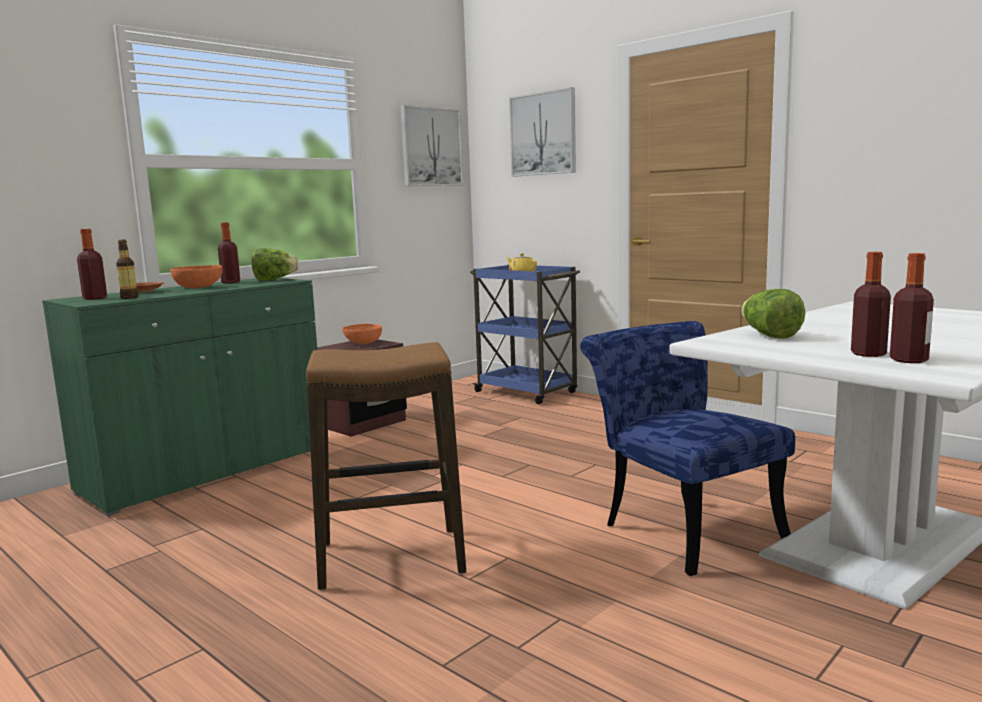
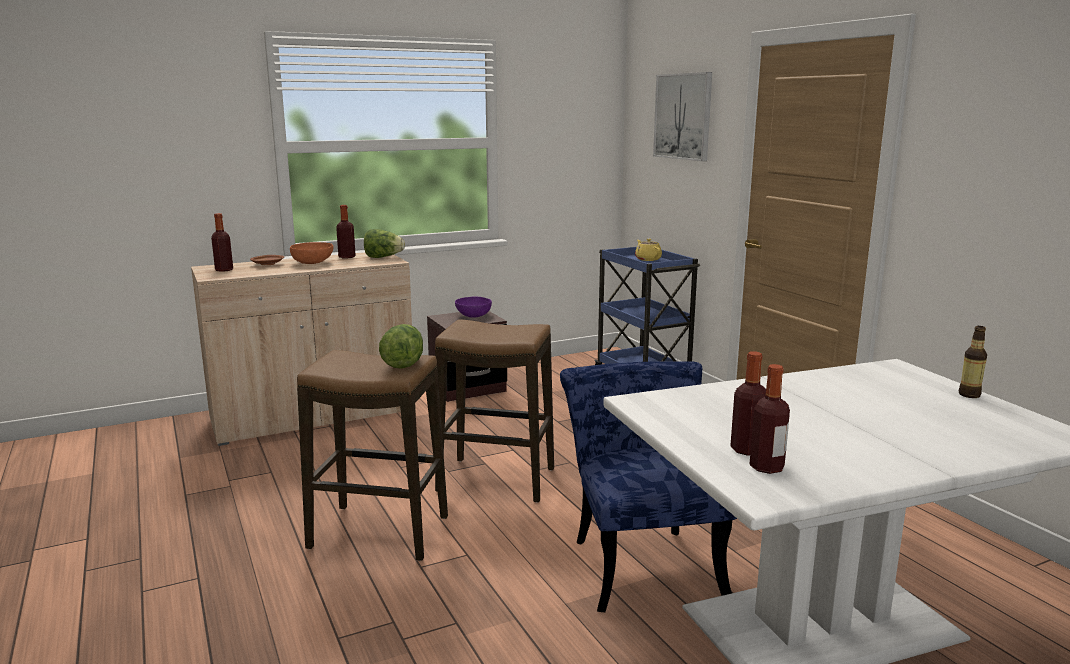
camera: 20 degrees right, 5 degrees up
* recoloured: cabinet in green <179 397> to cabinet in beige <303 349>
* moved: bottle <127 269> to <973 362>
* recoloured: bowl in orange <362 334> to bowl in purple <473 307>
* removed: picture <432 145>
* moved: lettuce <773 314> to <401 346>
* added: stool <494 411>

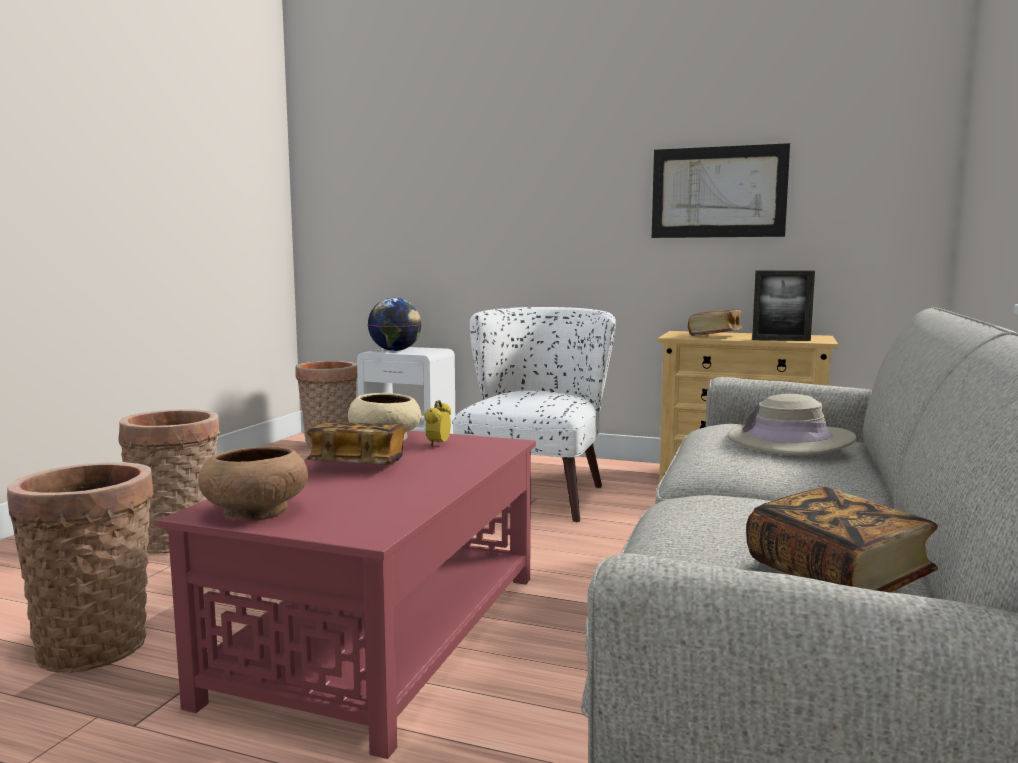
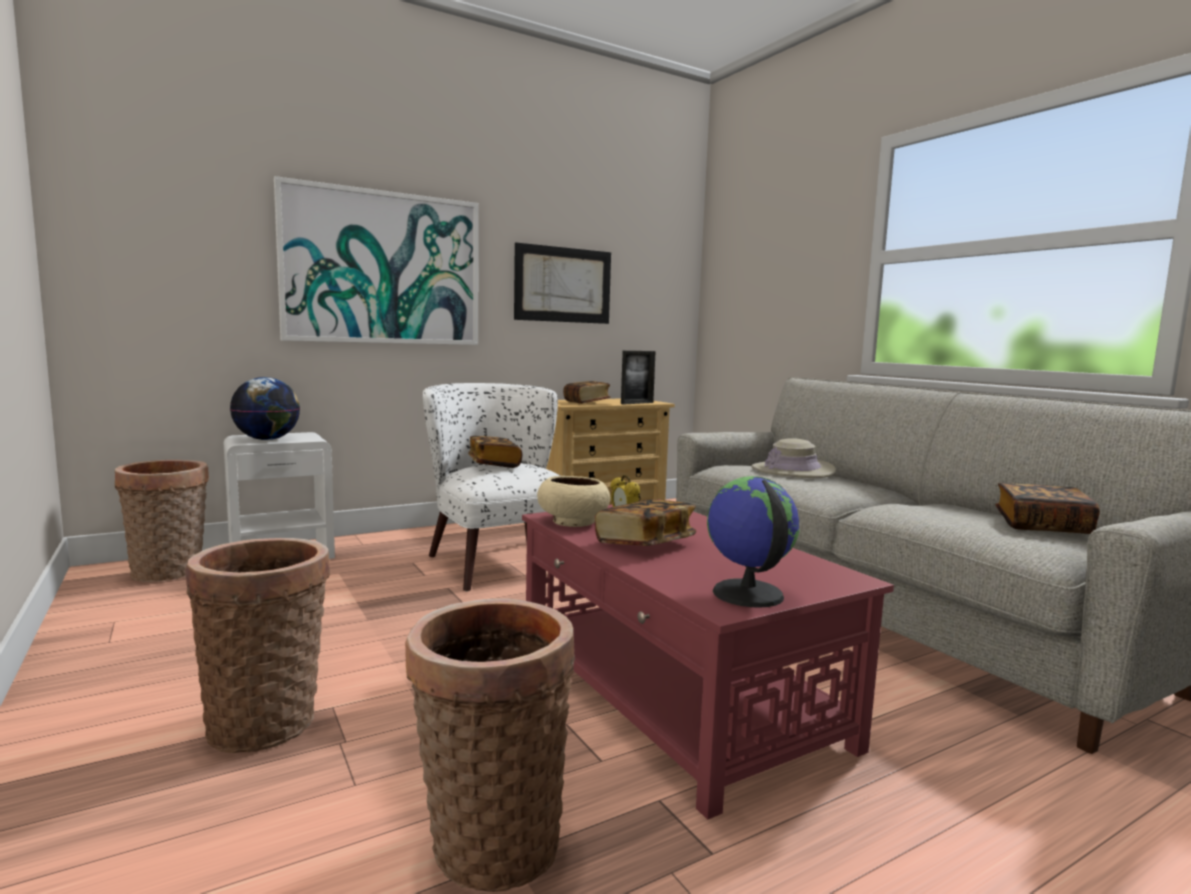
camera: 50 degrees left, 0 degrees up
* replaced: bowl in brown <253 484> to globe <753 542>
* added: picture <376 260>
* added: book <495 452>

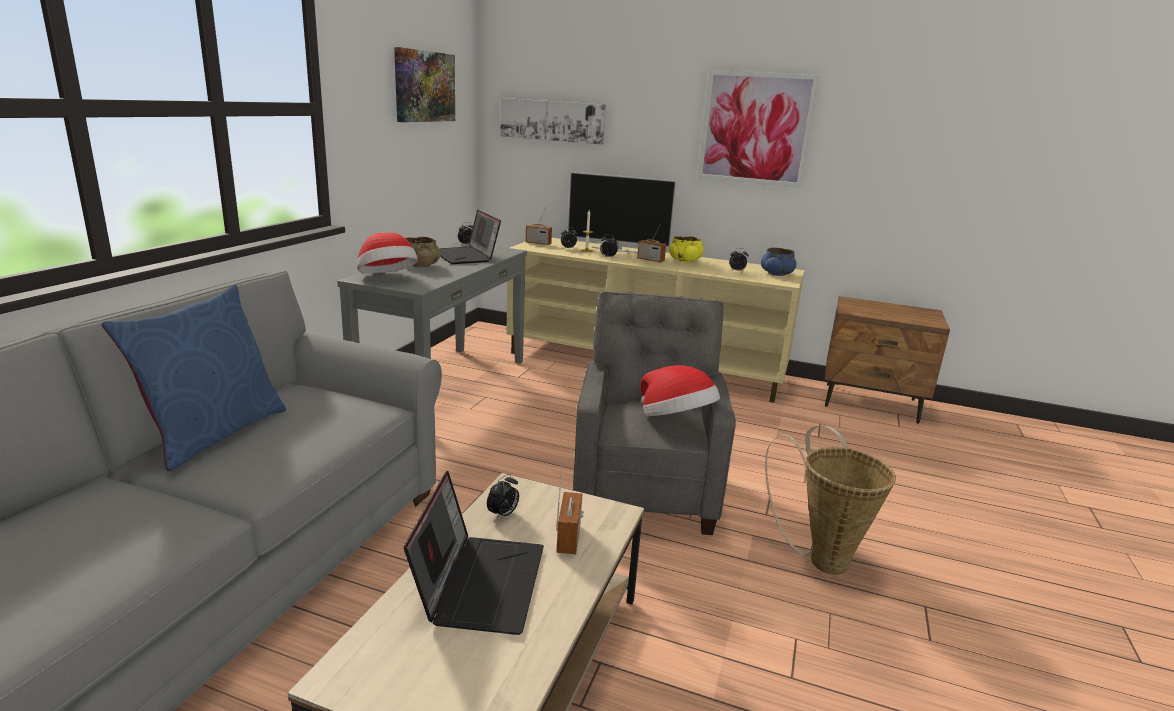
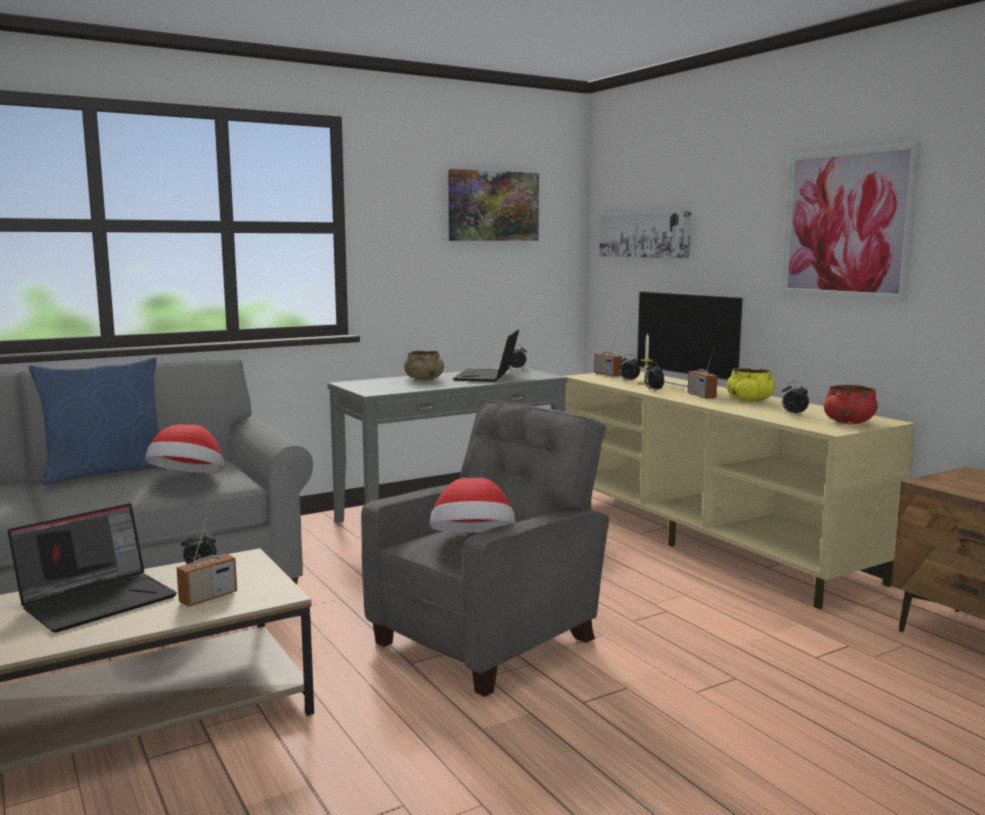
camera: 40 degrees right, 10 degrees down
* moved: hat <387 252> to <184 448>
* recoloured: bowl in blue <778 262> to bowl in red <851 404>
* removed: basket <830 500>

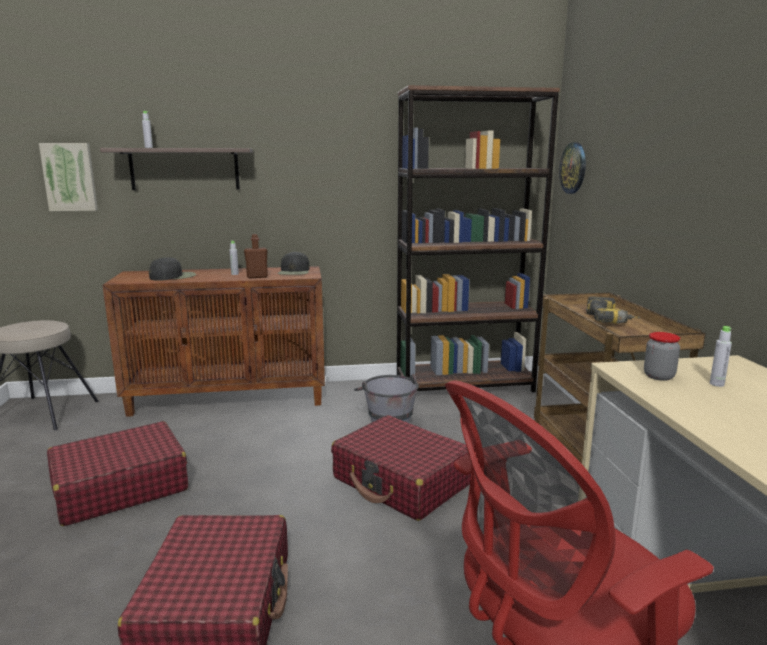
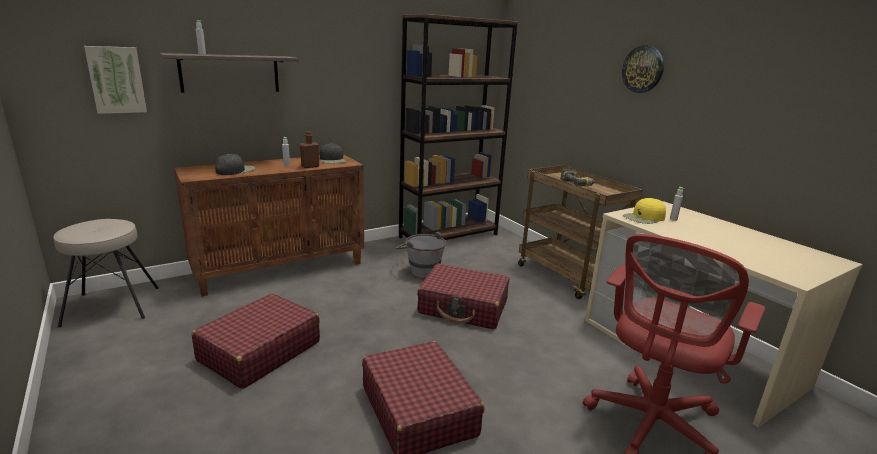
camera: 25 degrees left, 5 degrees up
* moved: wall clock <572 168> to <643 69>
* replaced: jar <662 356> to cap in yellow <644 211>

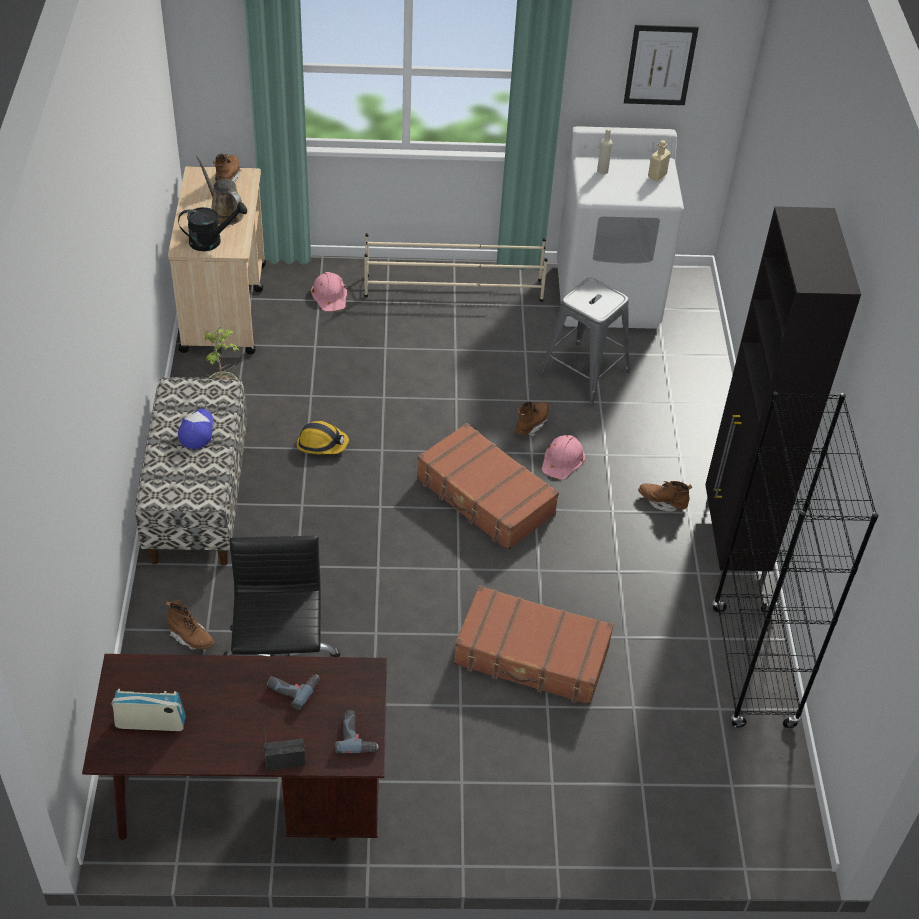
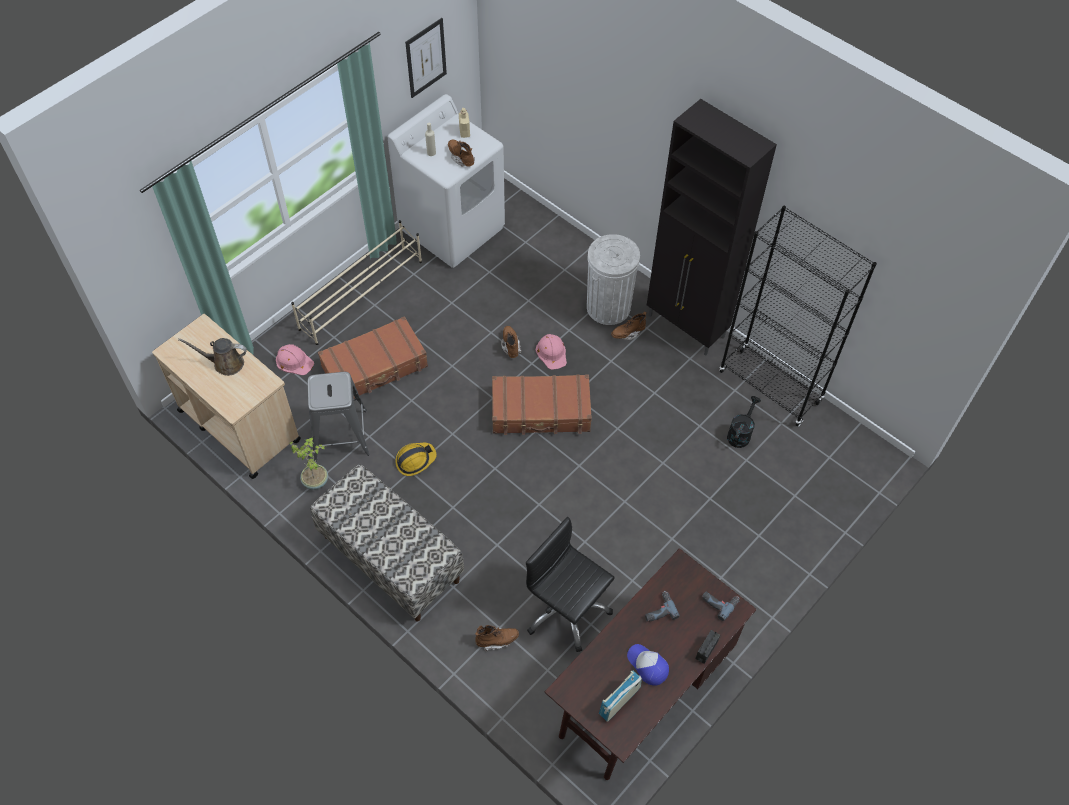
camera: 45 degrees left, 10 degrees up
* moved: watering can in black <212 226> to <744 422>
* moved: cap <196 429> to <648 665>
* moved: boot in brown <227 168> to <461 153>
* moved: suitcase in brown <534 645> to <373 357>
* moved: stool in grey <585 341> to <338 416>
* added: trash can in white <613 279>

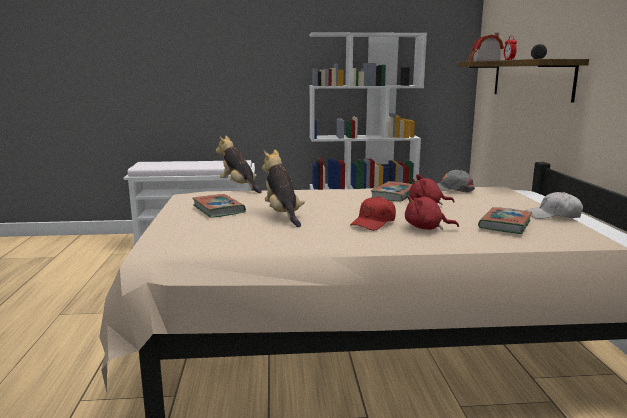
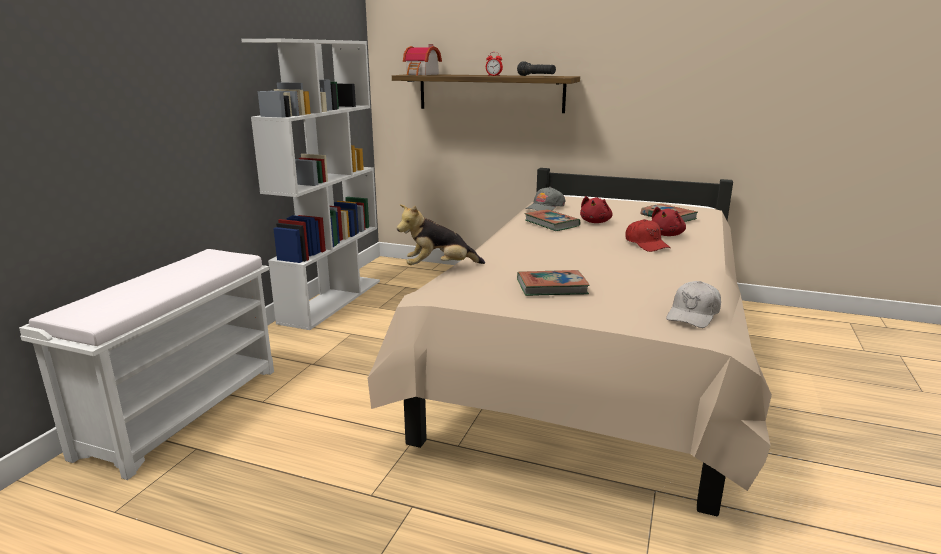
camera: 65 degrees left, 5 degrees up
* removed: plush toy <283 188>
* moved: cap in white <554 205> to <693 304>

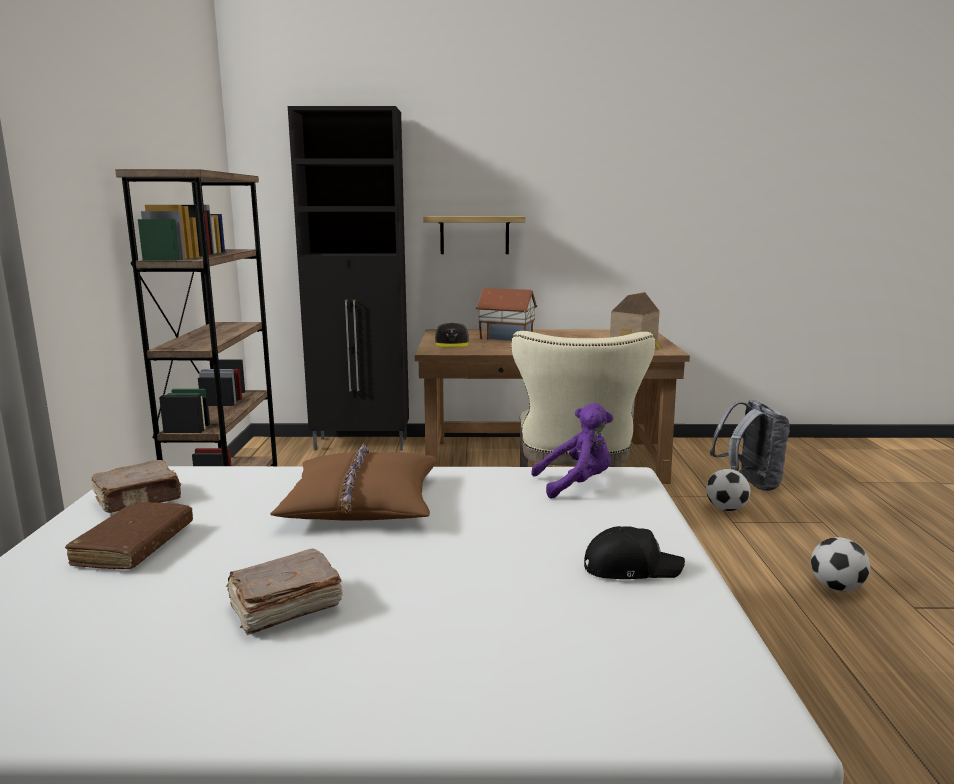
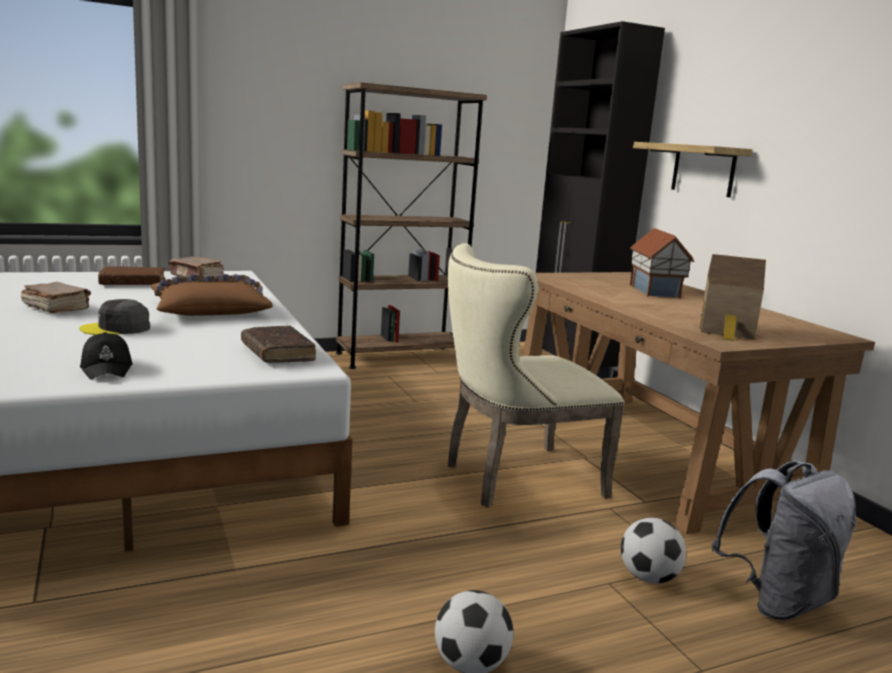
camera: 65 degrees right, 0 degrees up
* moved: cap in grey <452 335> to <114 317>
* replaced: plush toy in purple <572 451> to book in brown <278 344>

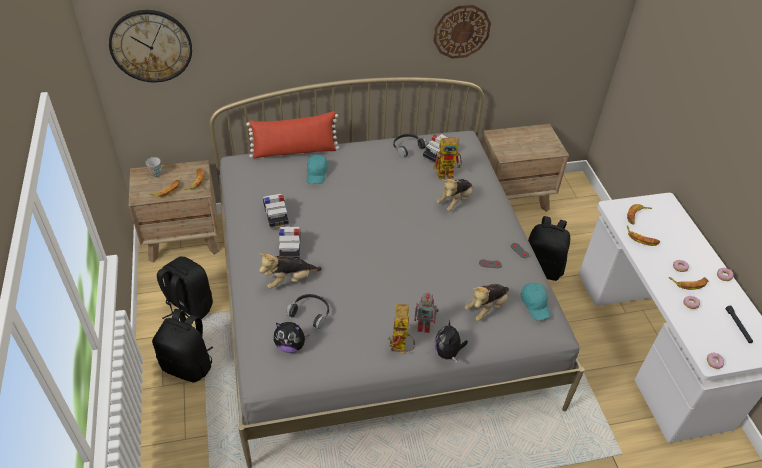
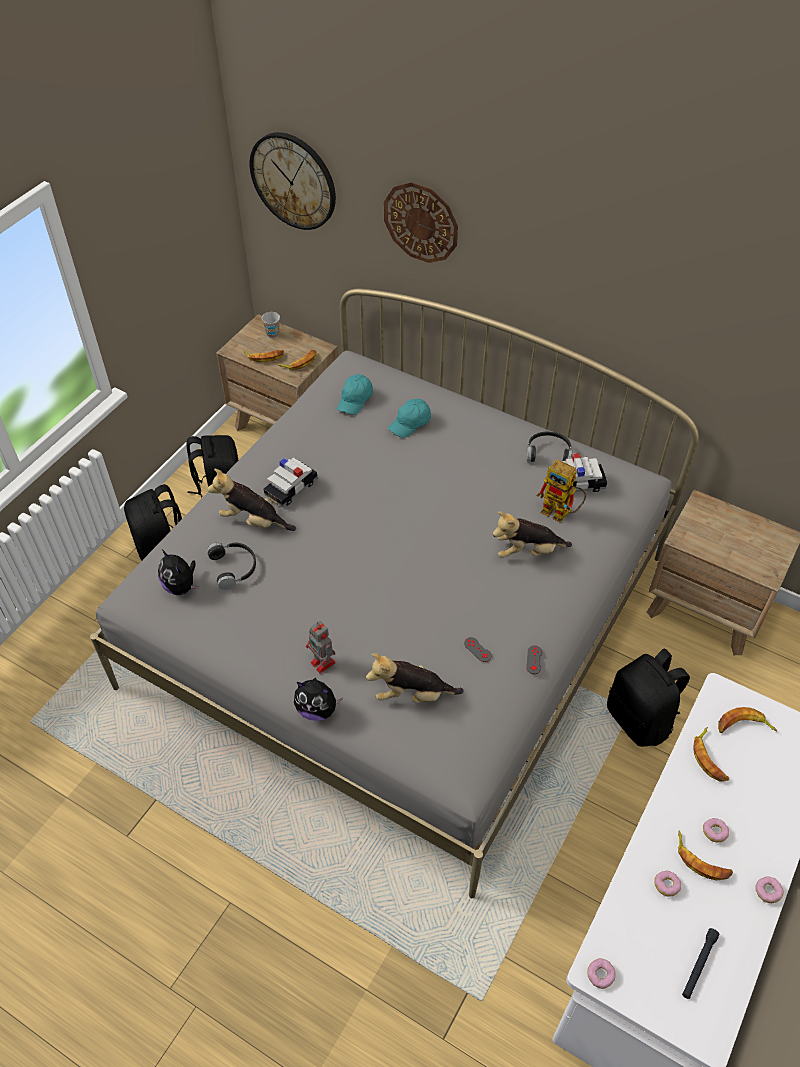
camera: 45 degrees right, 5 degrees up
* removed: pillow in red <292 134>
* removed: toy car <276 211>
* removed: toy robot <401 328>
* moved: wall clock <462 32> to <421 222>
* turned: plush toy <451 341> = <318 699> 120 degrees counterclockwise
* moved: cap in turquoise <536 301> to <355 394>

